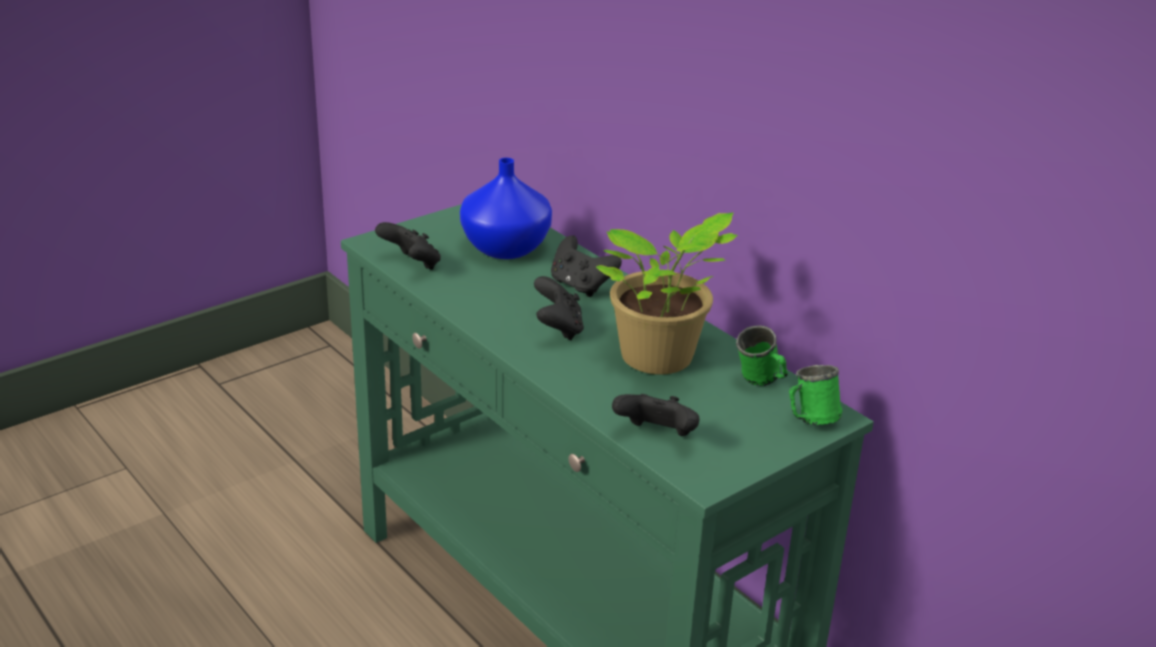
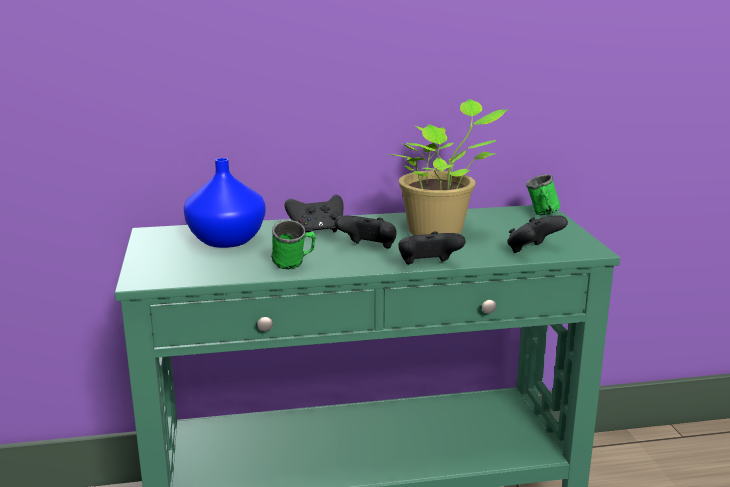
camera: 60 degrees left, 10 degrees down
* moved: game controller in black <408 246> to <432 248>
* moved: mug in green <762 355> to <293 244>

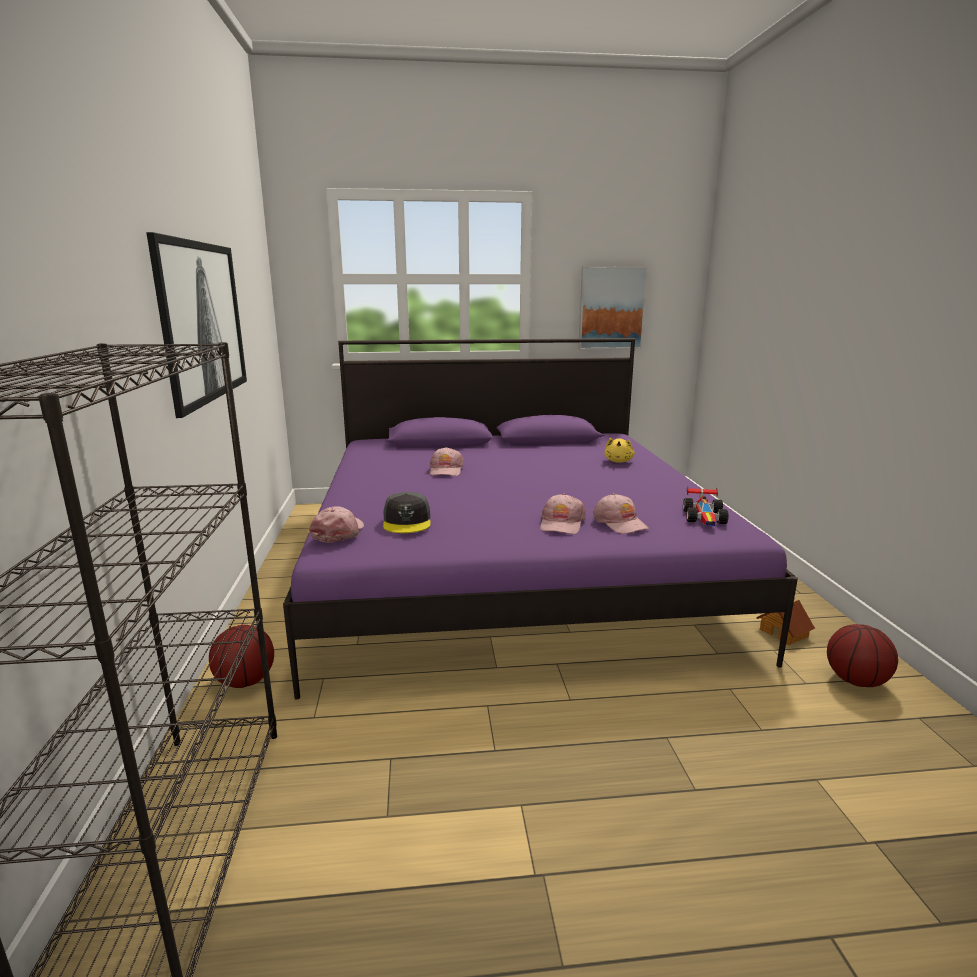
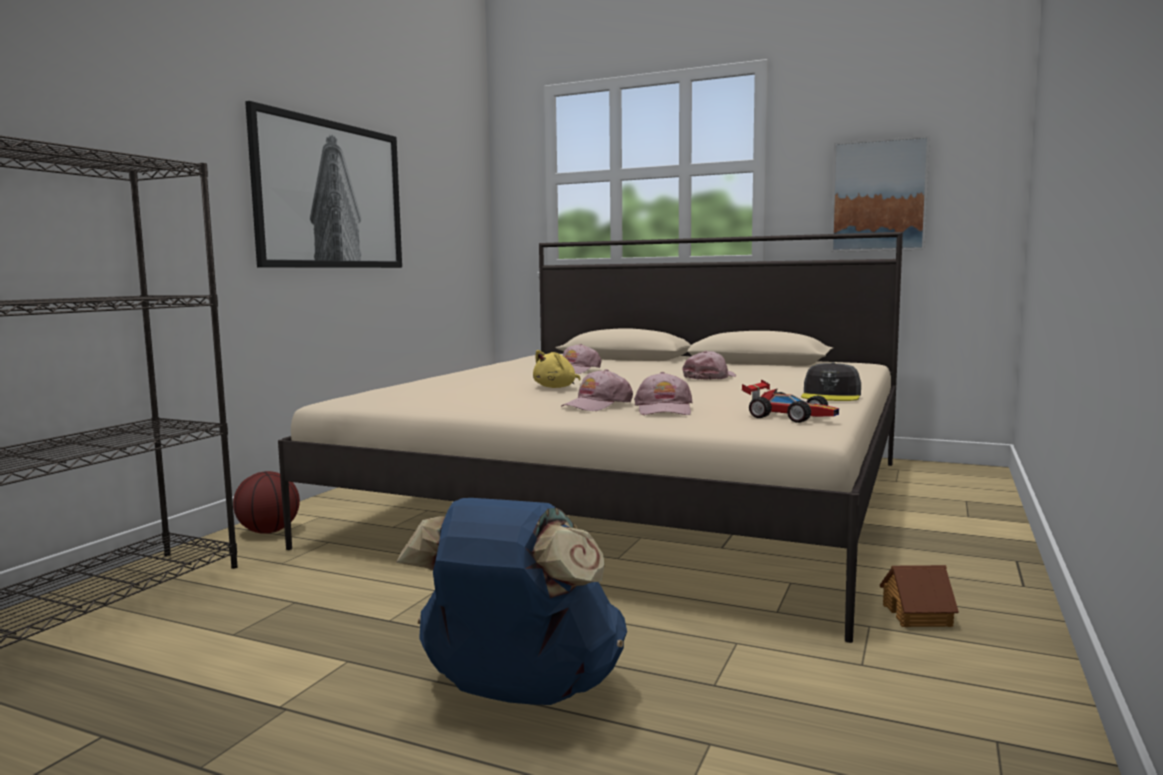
camera: 30 degrees right, 10 degrees down
* recoloured: bed in purple <540 519> to bed in beige <590 437>
* moved: cap in pink <336 524> to <709 365>
* moved: cap in grey <407 512> to <831 381>
* moved: plush toy in yellow <619 450> to <557 369>
* turned: toy car <705 506> = <790 401> 90 degrees counterclockwise
* removed: basketball <862 655>
* added: backpack in blue <511 601>

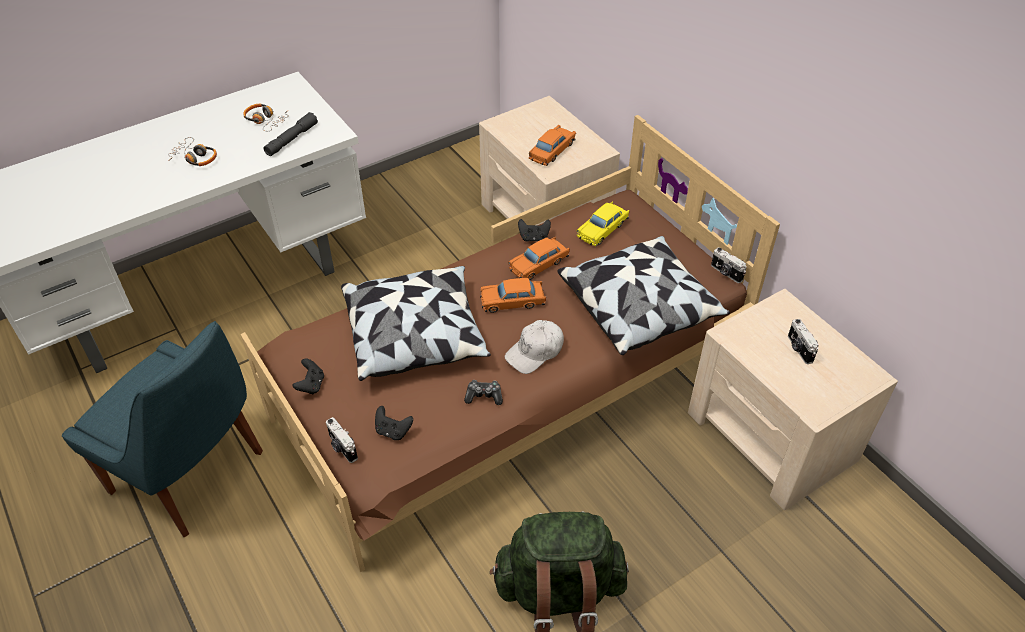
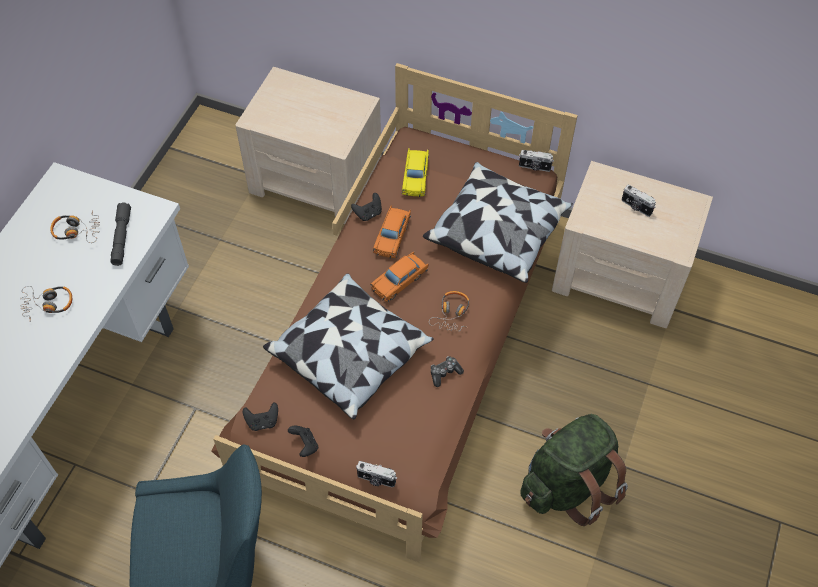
camera: 35 degrees left, 10 degrees up
* moved: game controller in black <394 423> to <260 416>
* replaced: cap in white <534 347> to headphones <449 311>
* removed: toy car in orange <552 145>

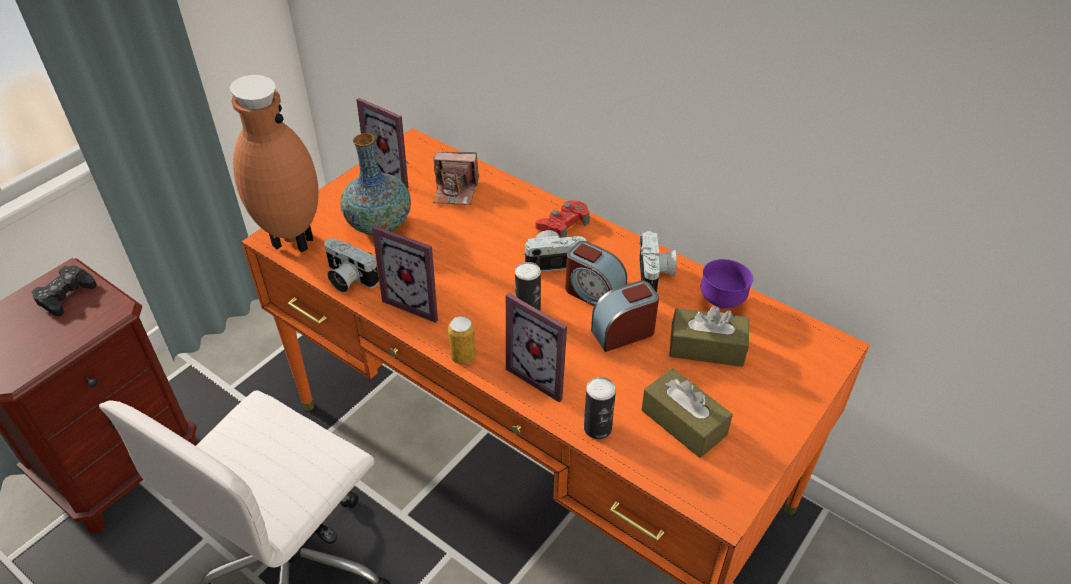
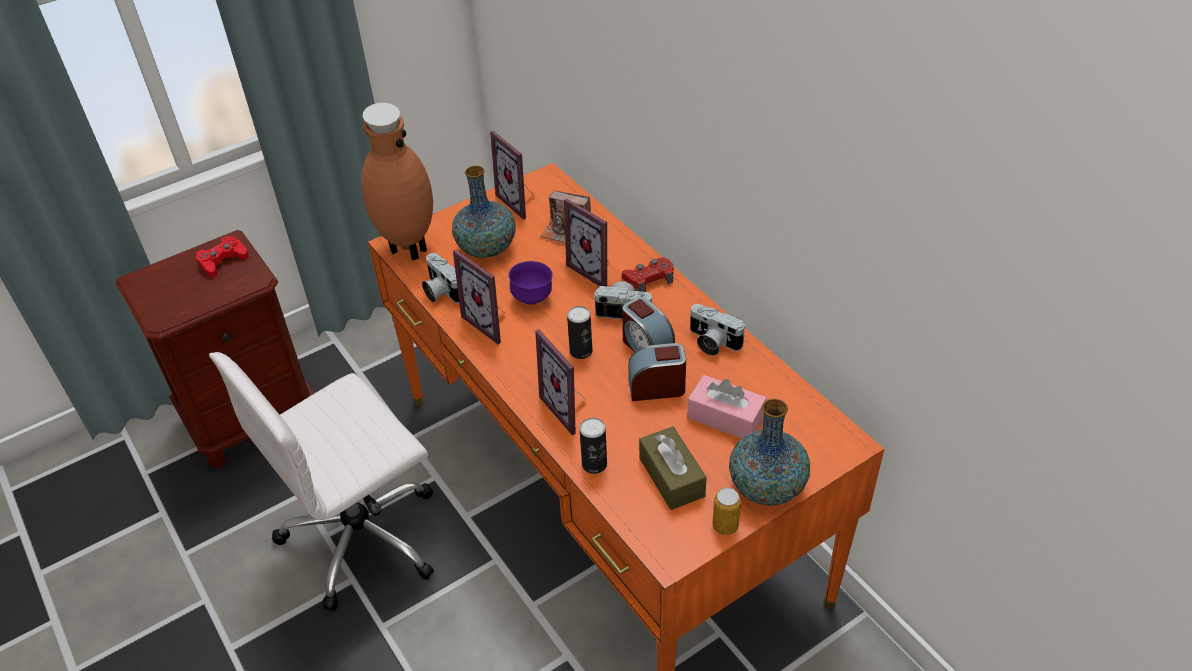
camera: 20 degrees right, 0 degrees up
* recoloured: game controller in black <64 290> to game controller in red <222 256>
* moved: can <462 340> to <726 511>
* turned: photo camera <658 261> = <717 330> 105 degrees clockwise
* recoloured: tissue box in brown <709 336> to tissue box in pink <727 406>
* moved: bowl in purple <727 284> to <531 283>
* added: picture frame <587 242>
* added: vase <769 452>

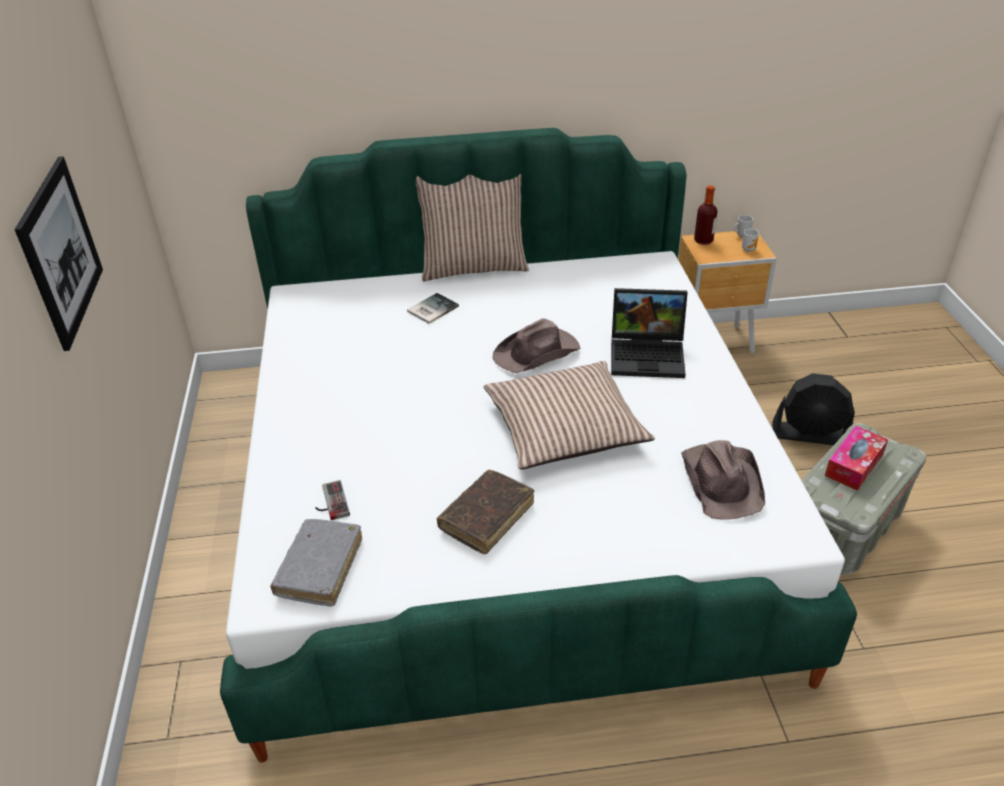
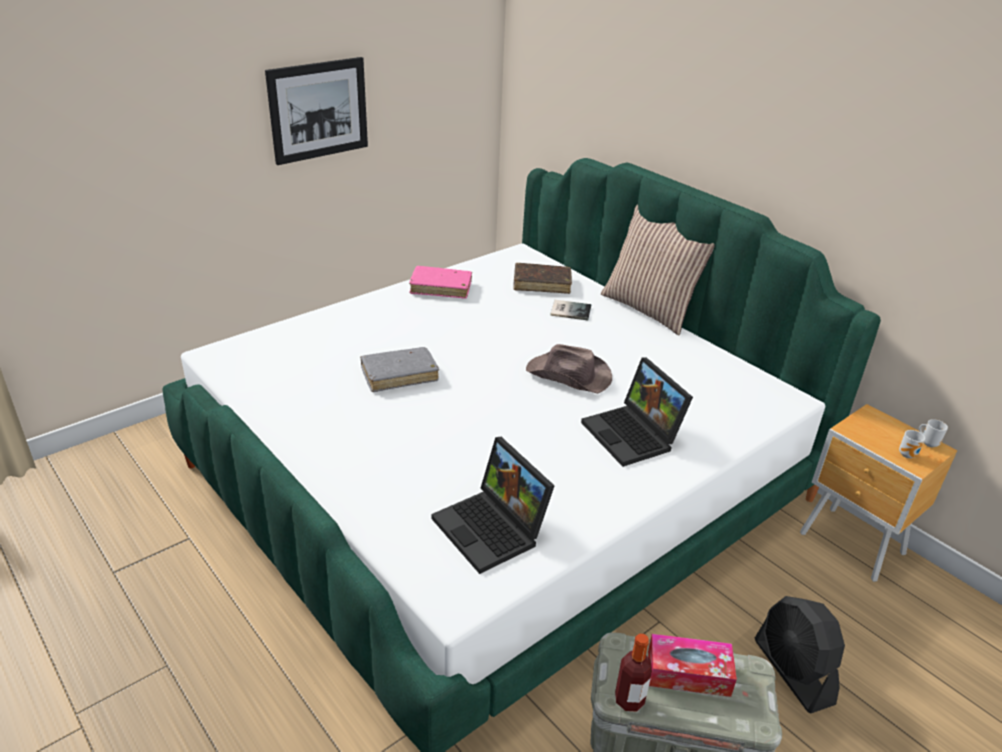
camera: 55 degrees right, 5 degrees down
* moved: book in grey <316 562> to <399 369>
* removed: game controller <332 500>
* moved: book in brown <485 512> to <542 278>
* removed: pillow <569 415>
* replaced: hat in brown <723 480> to laptop <493 505>
* moved: bottle <705 215> to <633 673>
* added: book in pink <440 282>

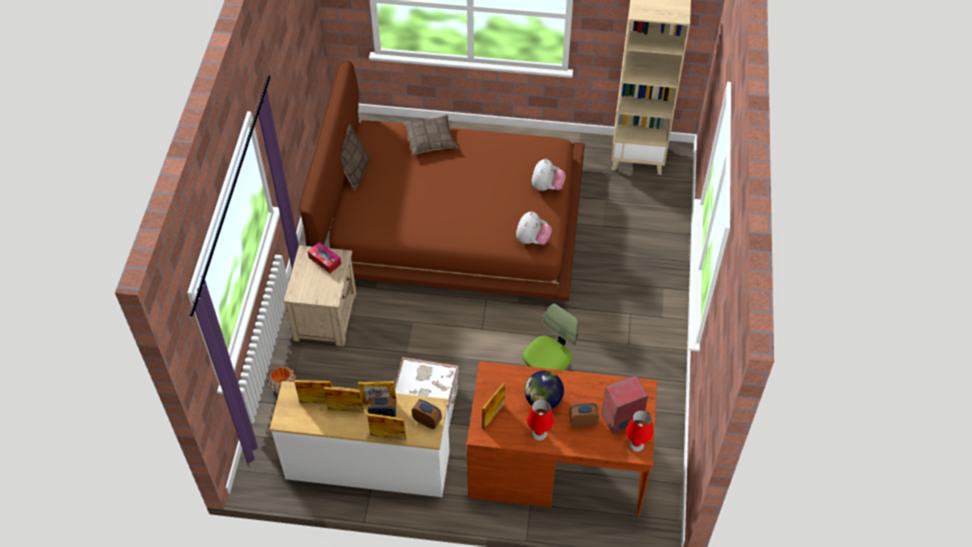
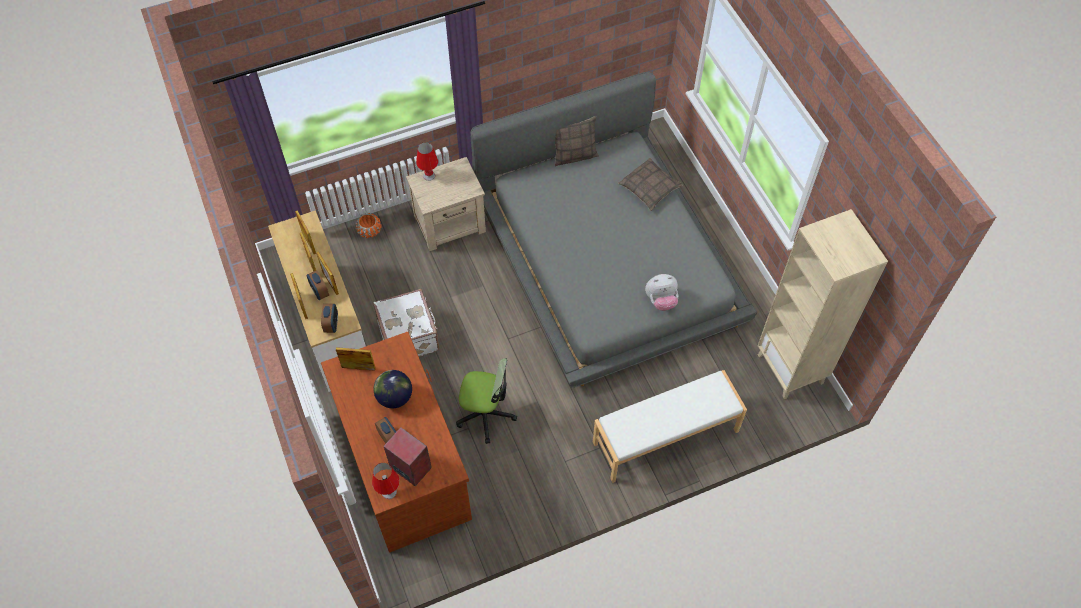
camera: 60 degrees right, 5 degrees up
* recoloured: bed in brown <442 181> to bed in grey <613 230>
* removed: tissue box <324 257>
* removed: plush toy <534 228>
* moved: table lamp in red <540 420> to <427 161>
* added: bench in white <670 426>

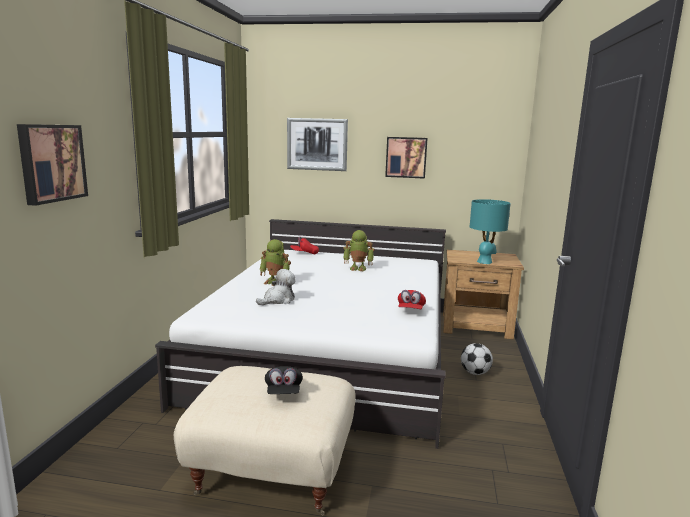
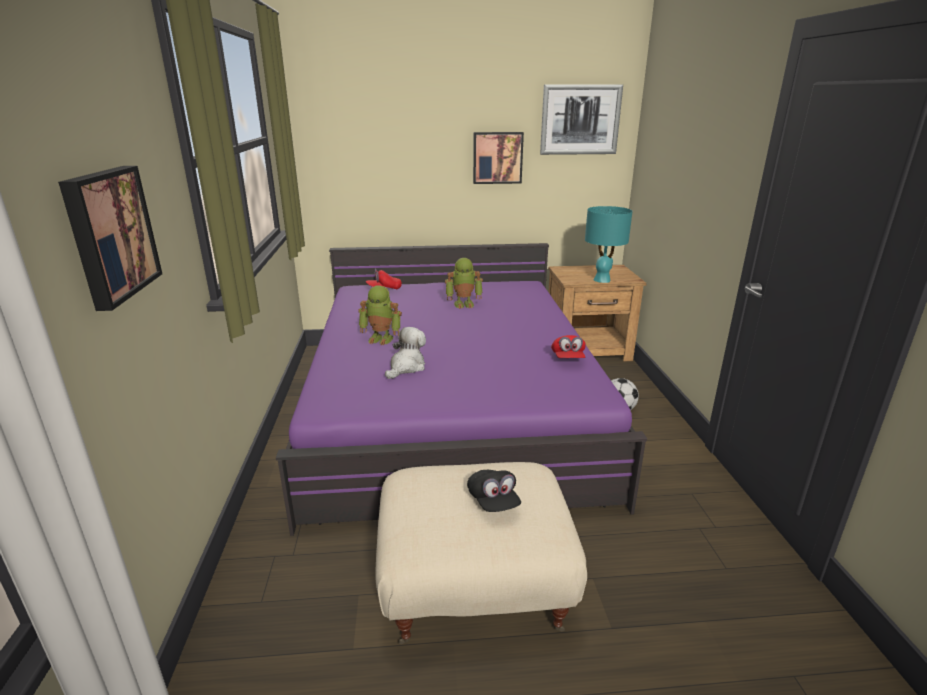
camera: 15 degrees left, 10 degrees up
* recoloured: bed in white <300 334> to bed in purple <461 389>
* moved: picture <317 144> to <581 119>

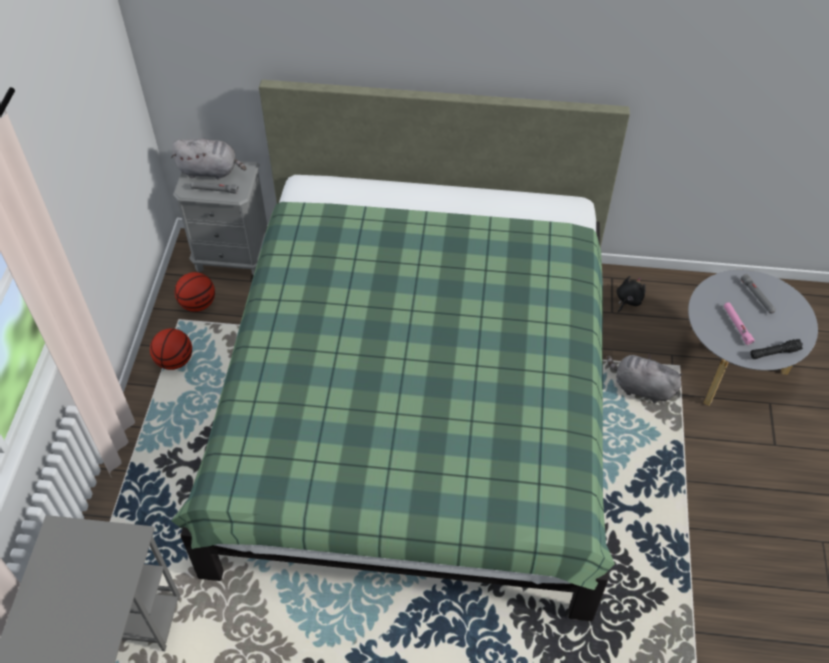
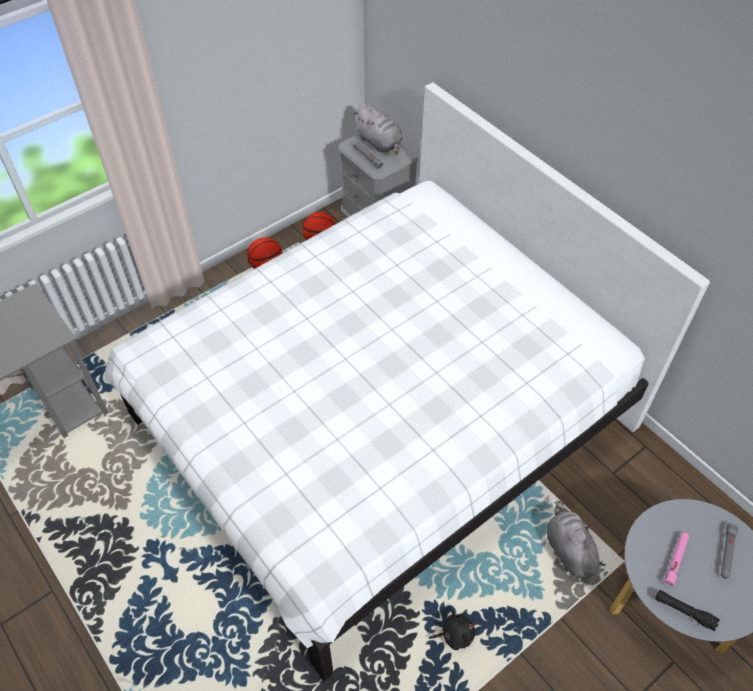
camera: 45 degrees right, 0 degrees up
* recoloured: bed in green <400 350> to bed in white <407 381>
* moved: plush toy in black <631 294> to <452 631>

